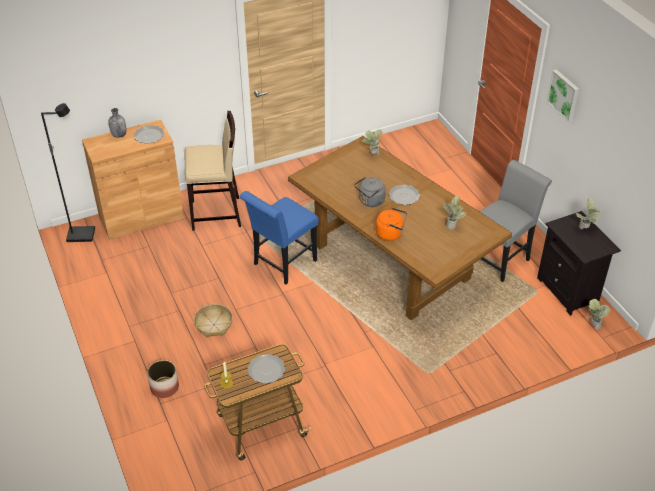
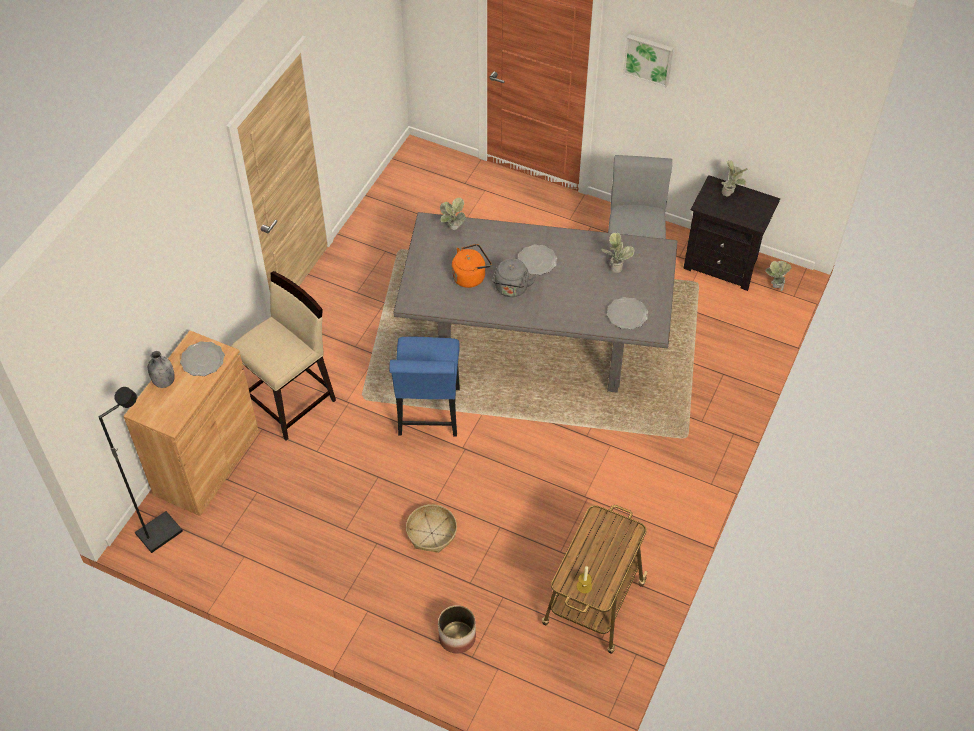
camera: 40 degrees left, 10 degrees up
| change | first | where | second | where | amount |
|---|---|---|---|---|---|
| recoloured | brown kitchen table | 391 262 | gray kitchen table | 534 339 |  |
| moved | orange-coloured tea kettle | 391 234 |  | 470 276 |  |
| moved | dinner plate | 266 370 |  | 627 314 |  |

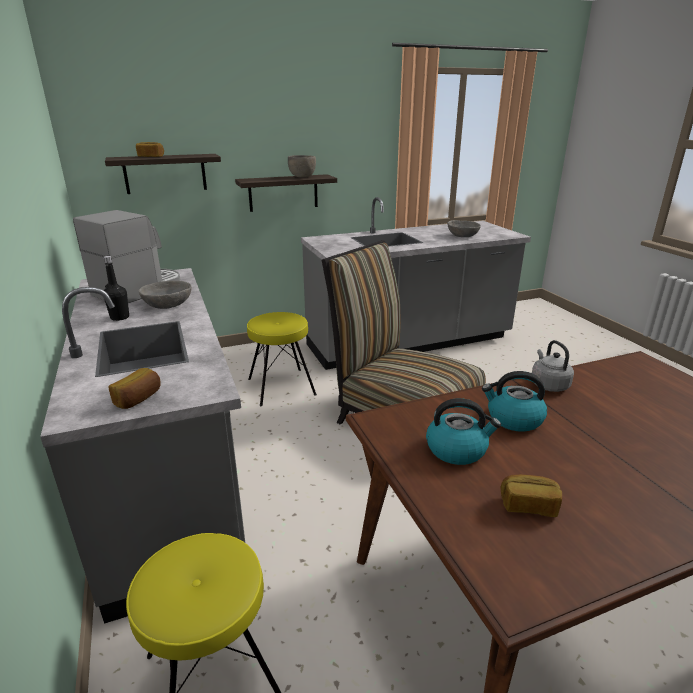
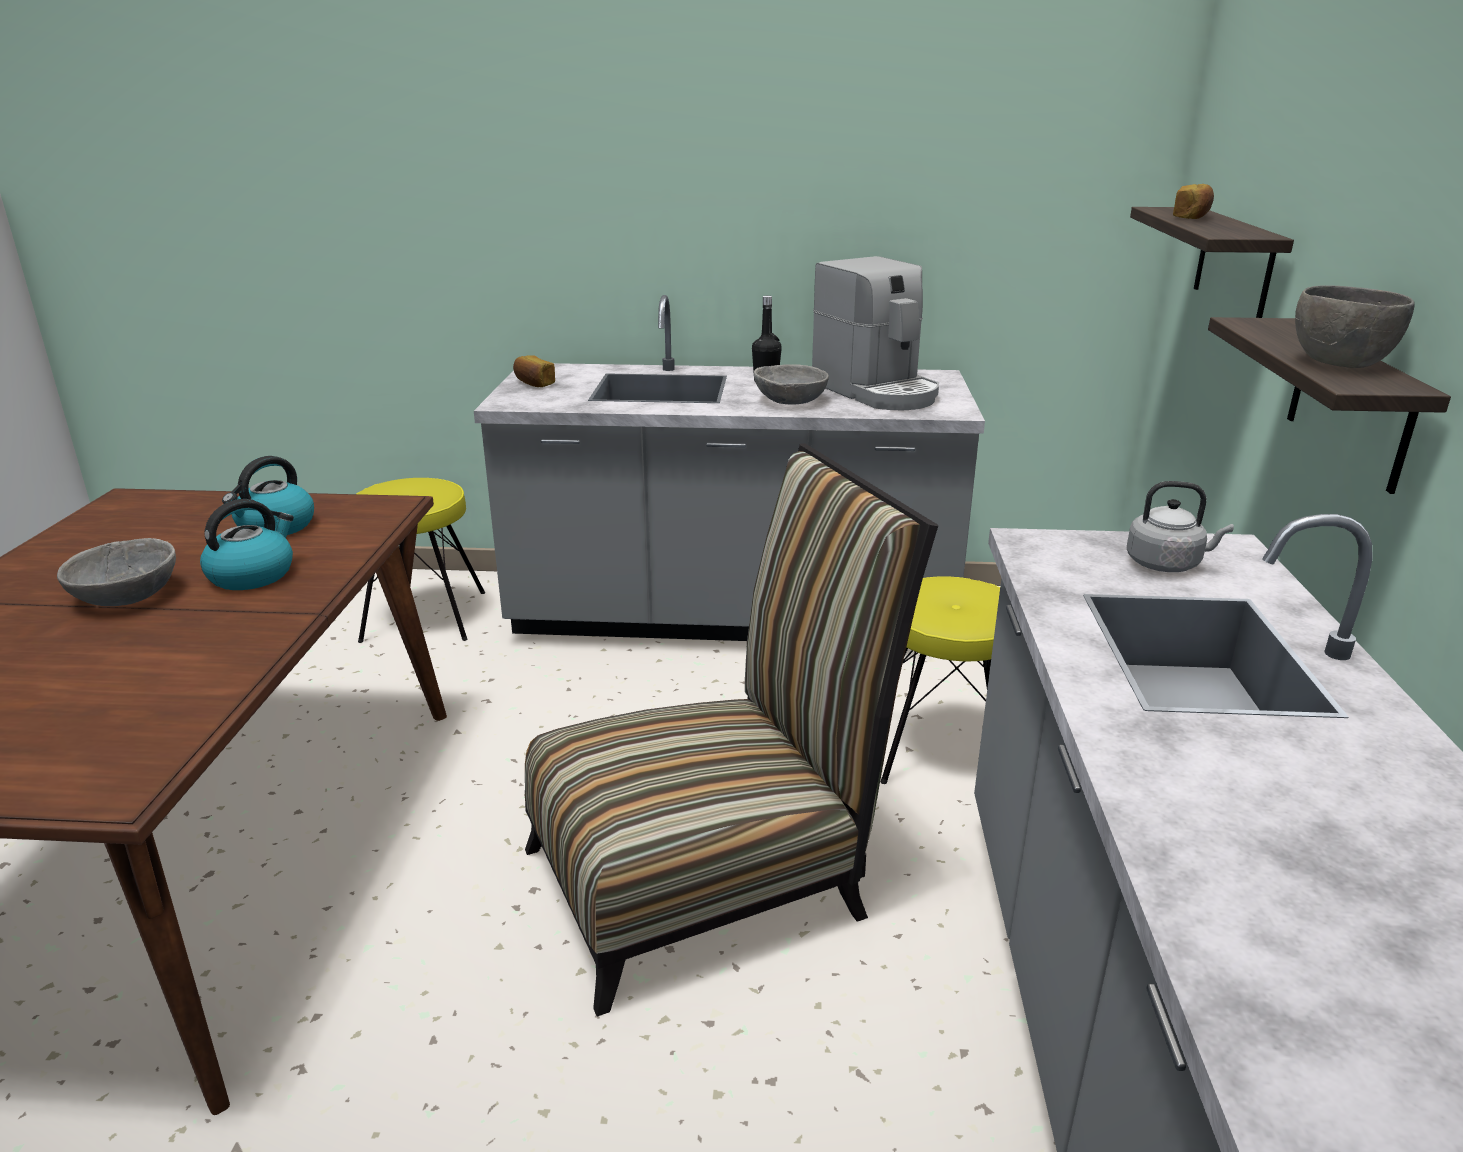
camera: 115 degrees right, 0 degrees up
| change | first | where | second | where | amount |
|---|---|---|---|---|---|
| moved | gray serving bowl | 462 236 |  | 127 595 |  |
| moved | gray tea kettle | 548 384 |  | 1167 564 |  |
| removed | bread | 528 505 |  |  |  |

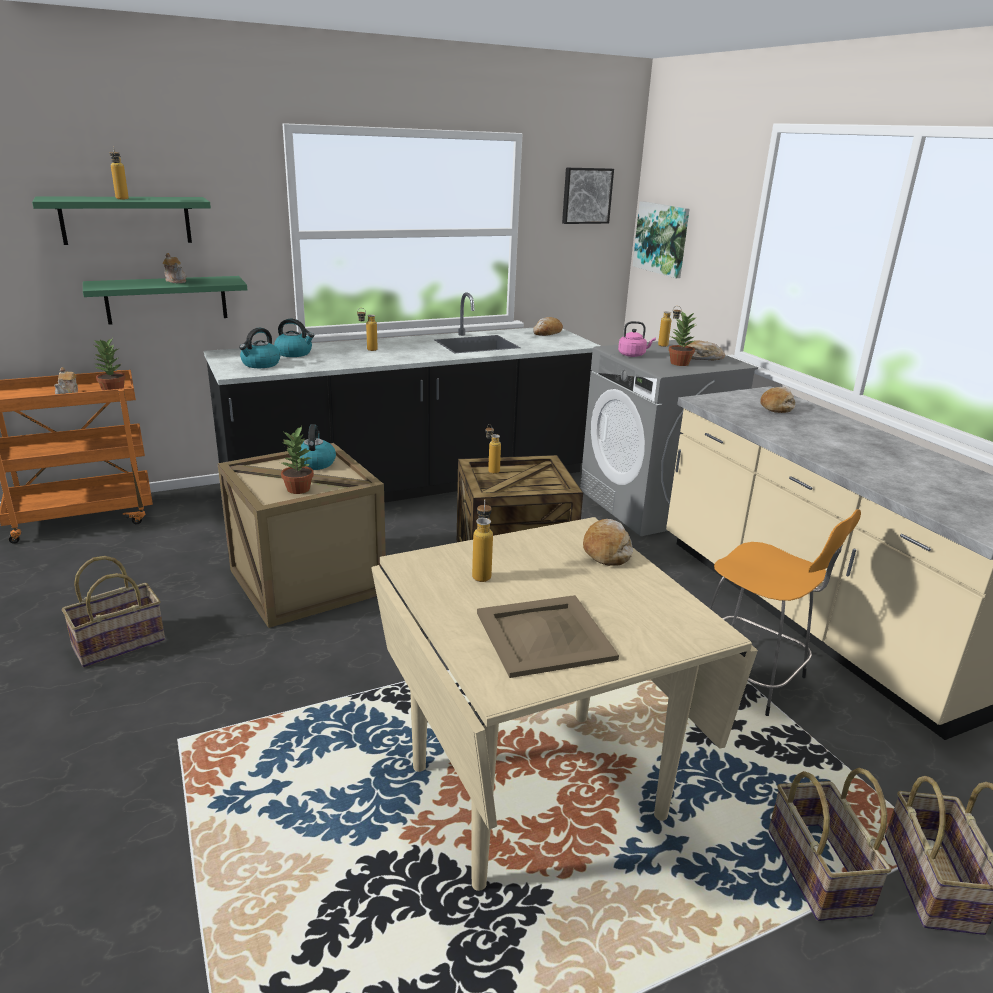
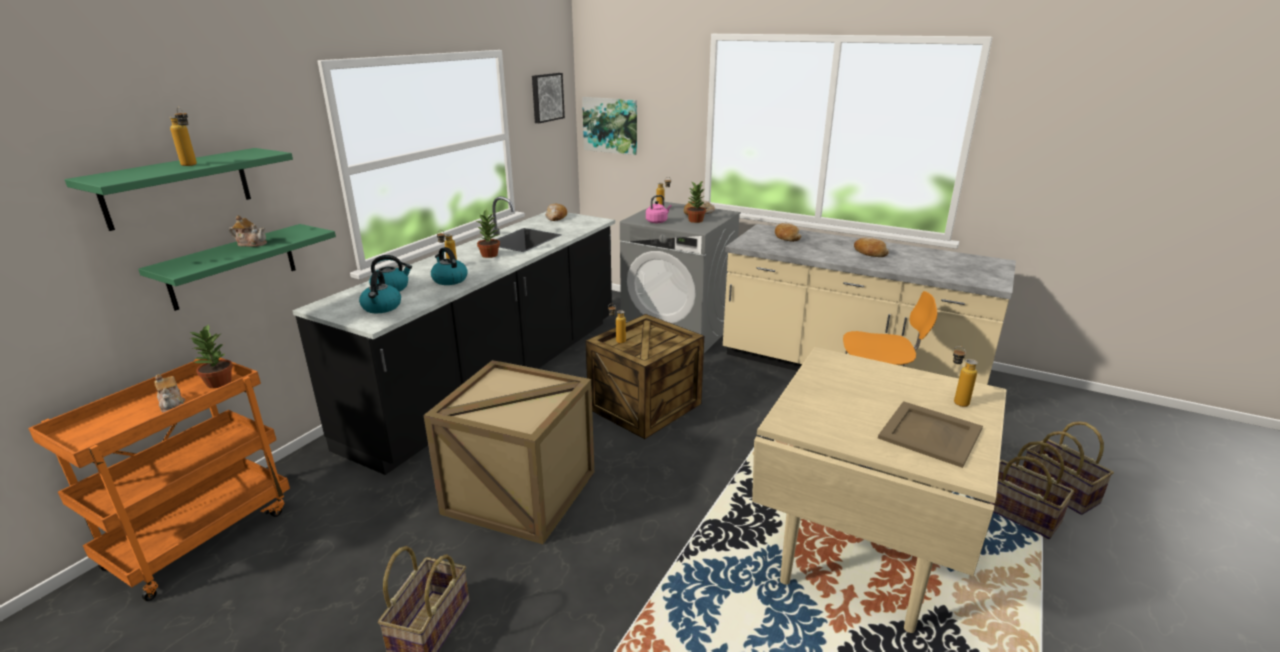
camera: 35 degrees left, 0 degrees up
| change | first | where | second | where | amount |
|---|---|---|---|---|---|
| moved | tea kettle | 314 463 |  | 449 280 |  |
| moved | houseplant | 299 489 |  | 490 255 |  |
| moved | beverage bottle | 481 573 |  | 955 401 |  |
| moved | bread | 606 550 |  | 869 253 |  |

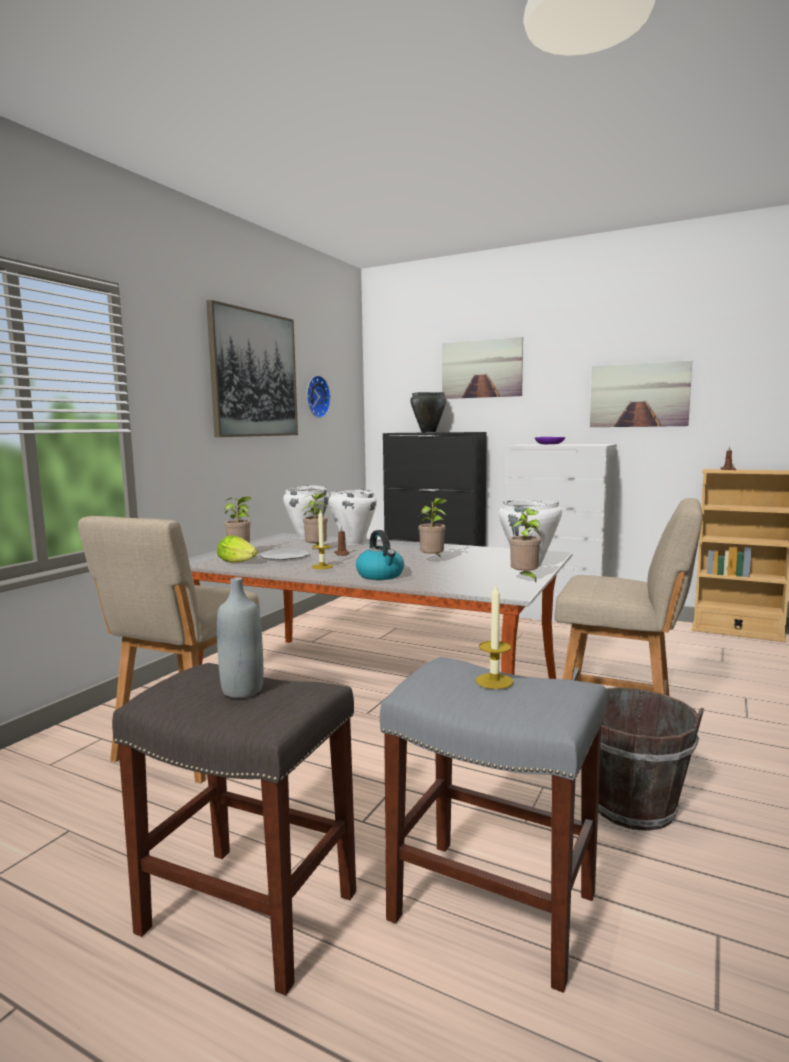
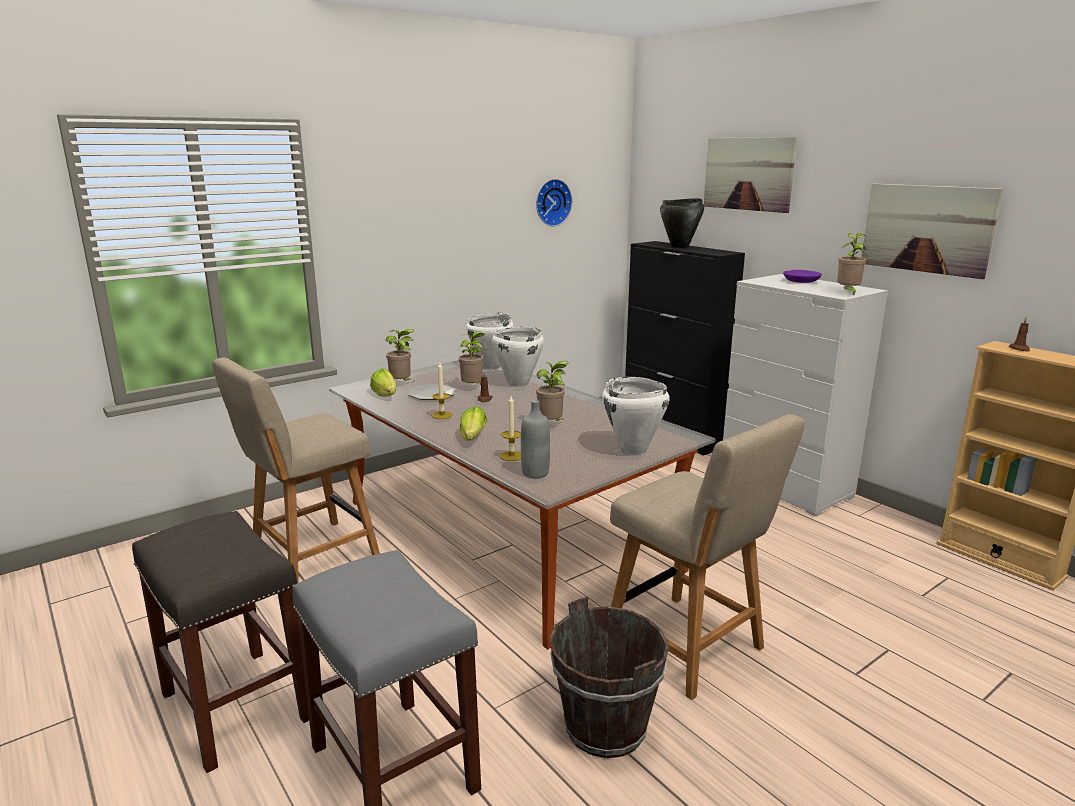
camera: 25 degrees right, 10 degrees up
| change | first | where | second | where | amount |
|---|---|---|---|---|---|
| removed | wall art | 254 374 |  |  |  |
| moved | houseplant | 525 579 |  | 848 293 |  |
| replaced | tea kettle | 381 575 | lettuce | 472 438 |  |
| moved | gray beverage bottle | 242 690 |  | 535 473 |  |
| moved | wax candle | 494 681 |  | 511 456 |  |

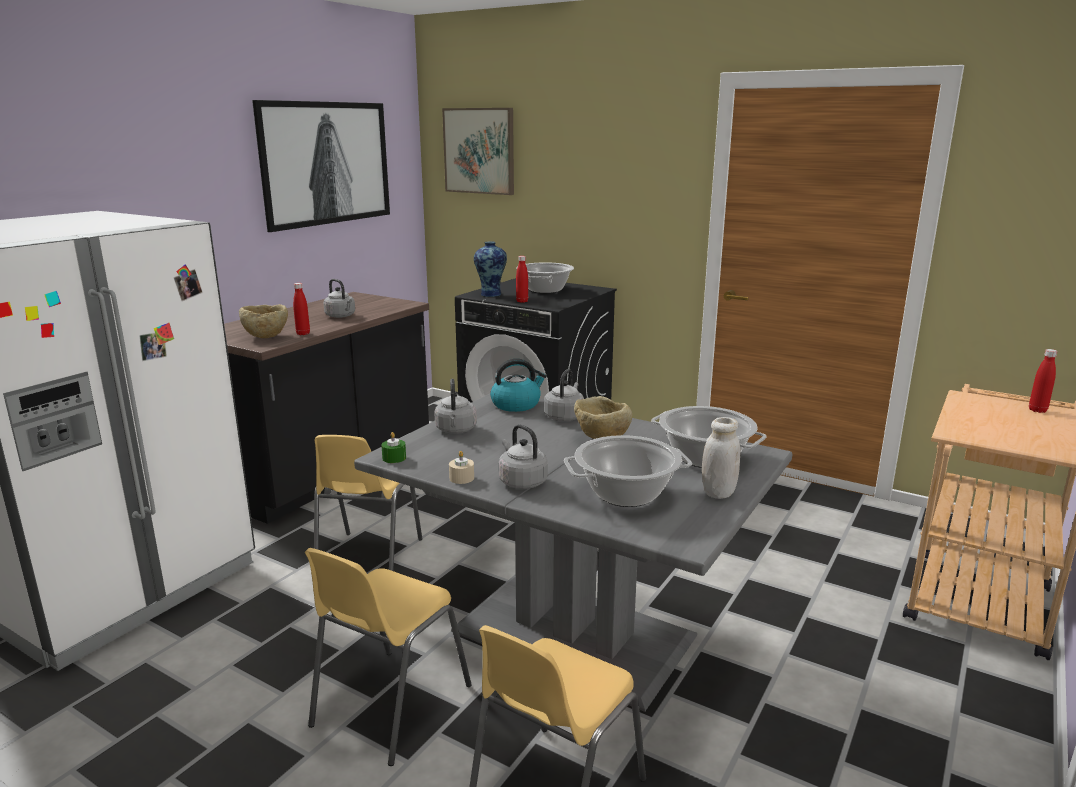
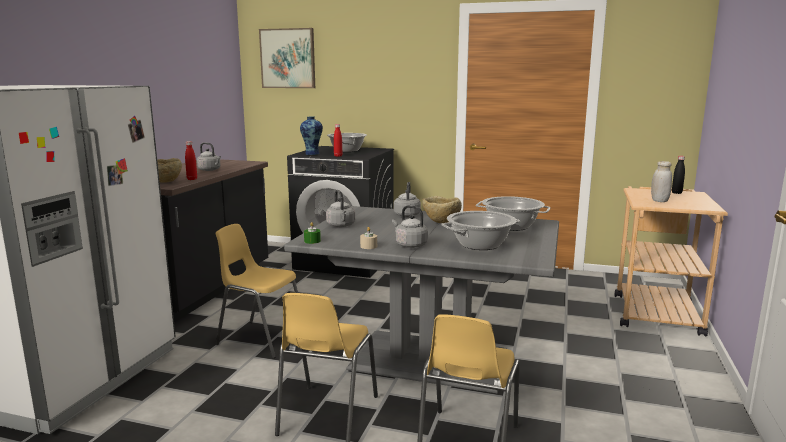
camera: 15 degrees left, 5 degrees down
| change | first | where | second | where | amount |
|---|---|---|---|---|---|
| removed | wall art | 325 163 |  |  |  |
| recoloured | reddish beverage bottle | 1037 410 | blackish beverage bottle | 676 193 |  |
| removed | tea kettle | 516 404 |  |  |  |
| moved | white jar | 718 492 |  | 659 201 |  |
| turned | yellow-coloured upright chair | 368 560 |  | 261 338 | 120 degrees clockwise |

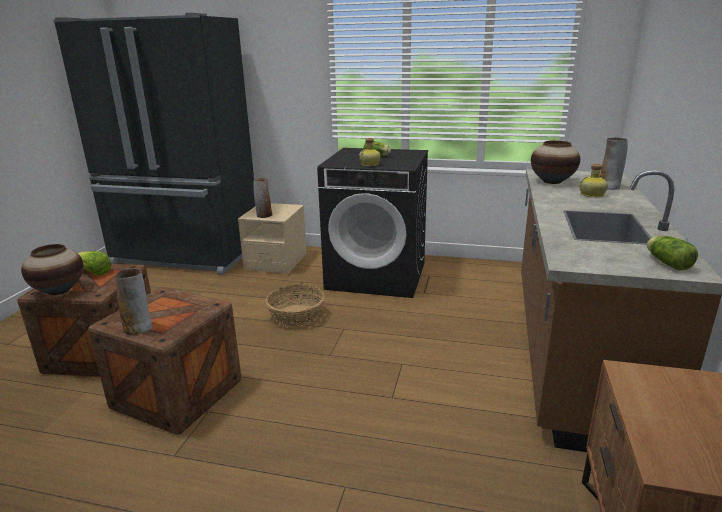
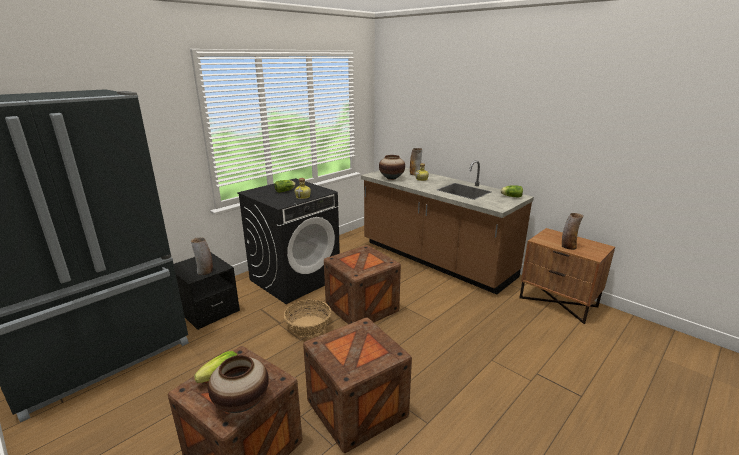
camera: 60 degrees left, 0 degrees up
| change | first | where | second | where | amount |
|---|---|---|---|---|---|
| recoloured | sand-coloured nightstand | 276 262 | blackish nightstand | 207 310 |  |
| moved | vase | 138 328 |  | 568 246 |  |
| added |  |  | shipping crate | 362 308 |  |

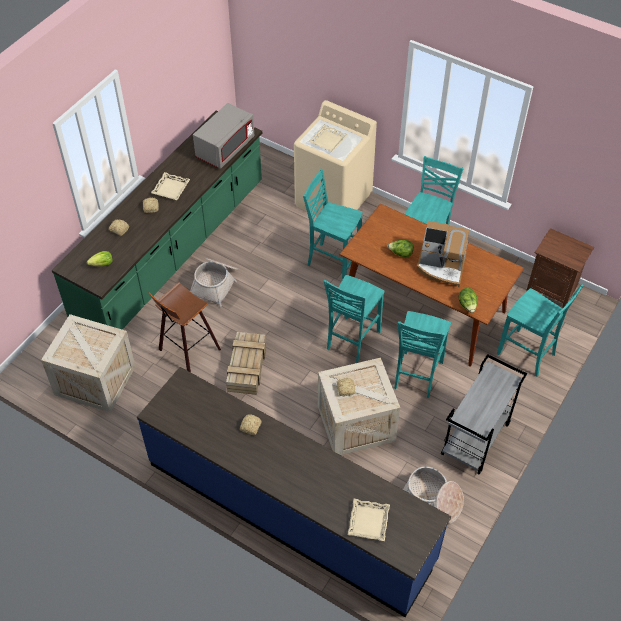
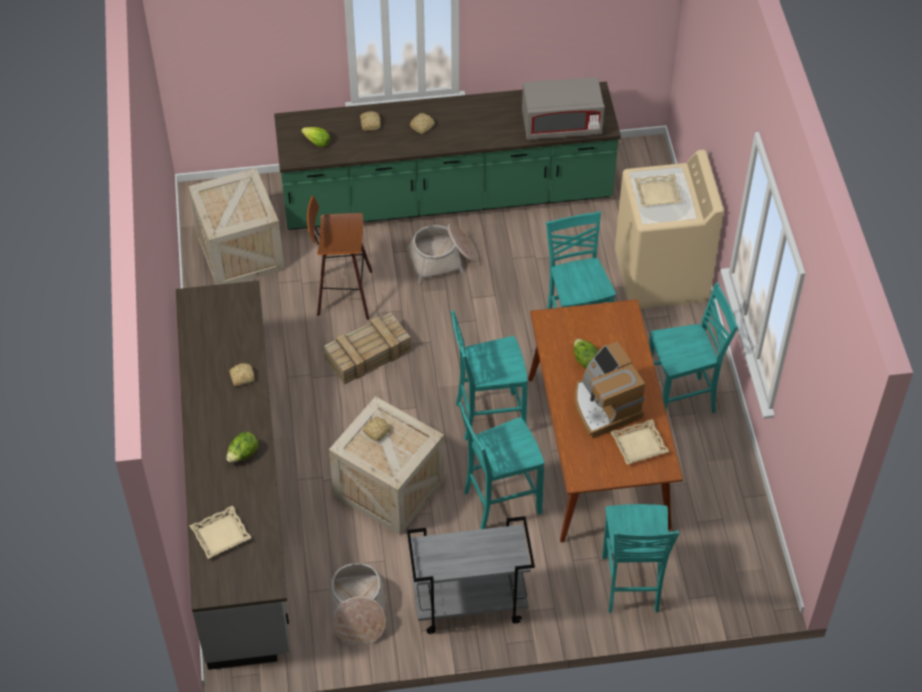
camera: 50 degrees right, 0 degrees up
| change | first | where | second | where | amount |
|---|---|---|---|---|---|
| moved | sand-coloured tray | 170 188 |  | 639 444 |  |
| removed | brown nightstand | 552 288 |  |  |  |
| moved | lettuce | 467 305 |  | 243 454 |  |
| recoloured | blue-coloured kitchen counter | 290 511 | gray kitchen counter | 239 500 |  |

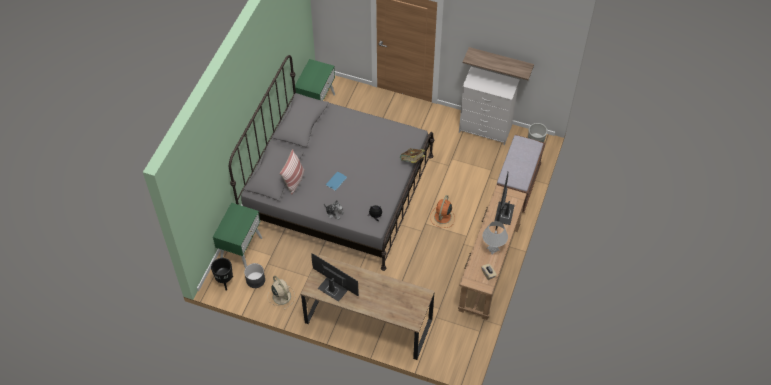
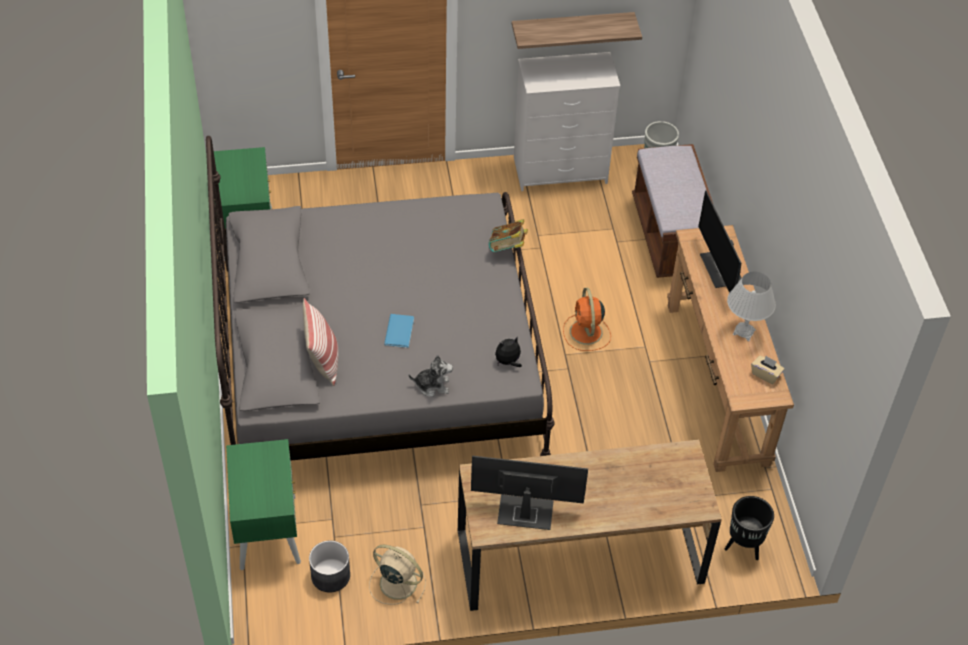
camera: 30 degrees left, 5 degrees down
| change | first | where | second | where | amount |
|---|---|---|---|---|---|
| moved | blackish planter | 225 282 |  | 744 546 |  |

